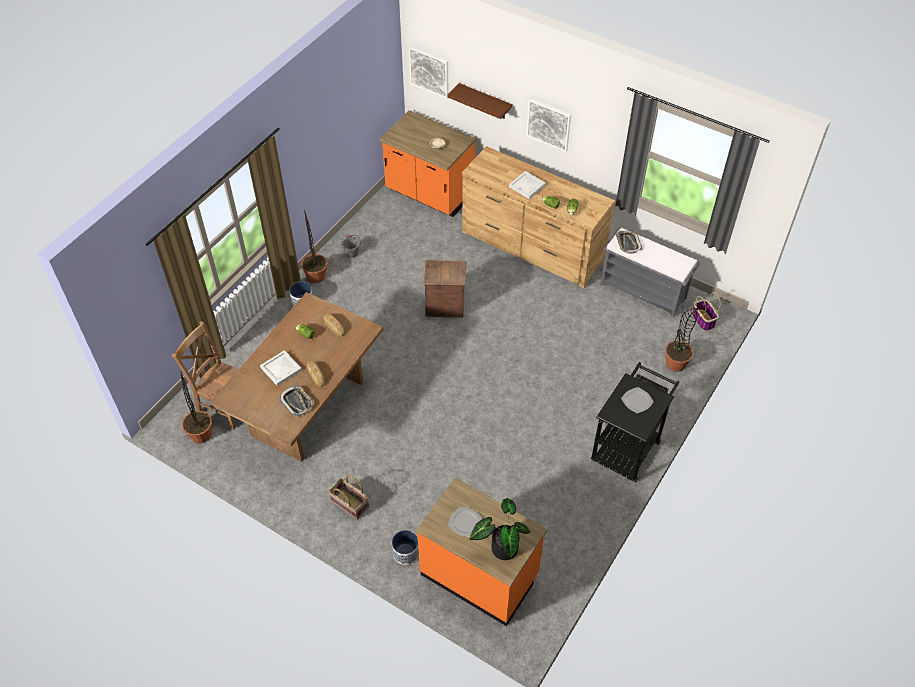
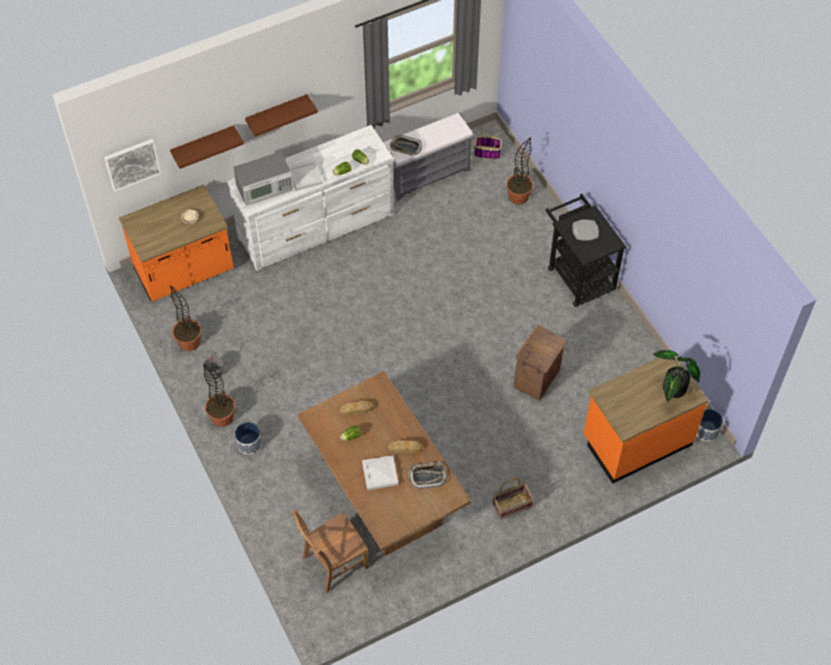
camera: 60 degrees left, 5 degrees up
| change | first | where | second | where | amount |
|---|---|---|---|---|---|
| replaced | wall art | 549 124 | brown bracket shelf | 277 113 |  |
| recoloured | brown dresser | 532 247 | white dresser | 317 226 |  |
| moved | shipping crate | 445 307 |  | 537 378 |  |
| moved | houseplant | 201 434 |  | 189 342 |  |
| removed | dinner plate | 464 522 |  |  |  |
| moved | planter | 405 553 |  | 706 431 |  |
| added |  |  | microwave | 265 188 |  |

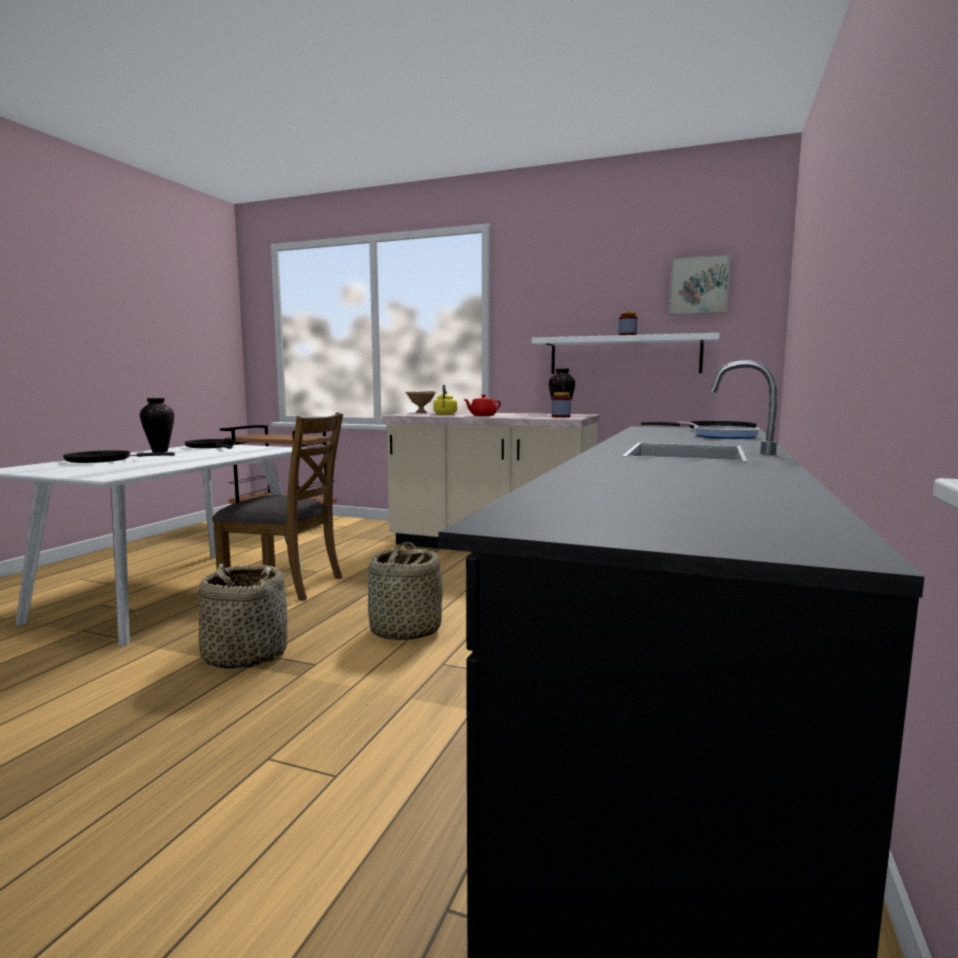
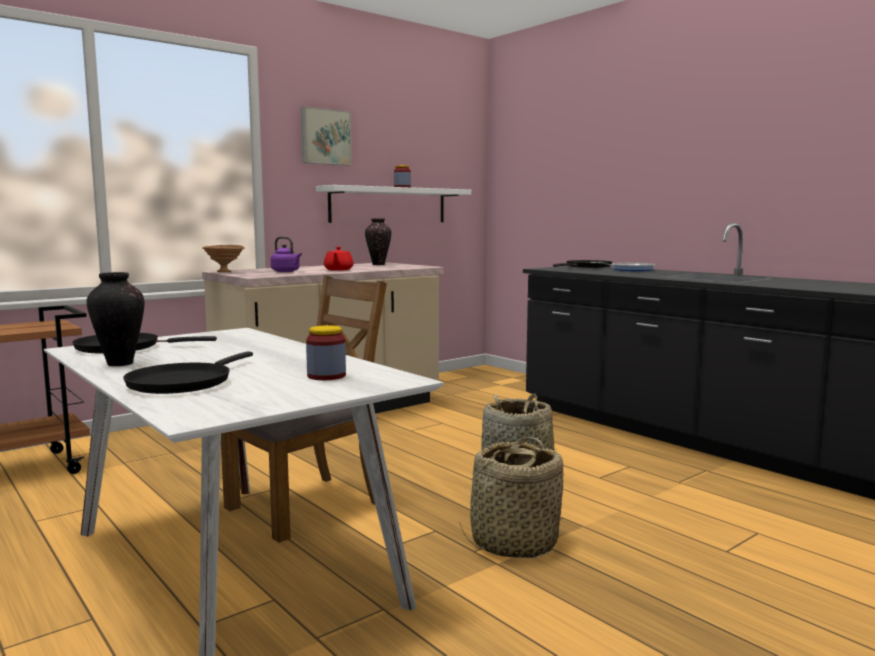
camera: 60 degrees left, 0 degrees up
| change | first | where | second | where | amount |
|---|---|---|---|---|---|
| moved | wall art | 699 285 |  | 325 137 |  |
| recoloured | yellow-coloured tea kettle | 445 414 | purple tea kettle | 286 271 |  |
| moved | jar | 561 417 |  | 326 376 |  |

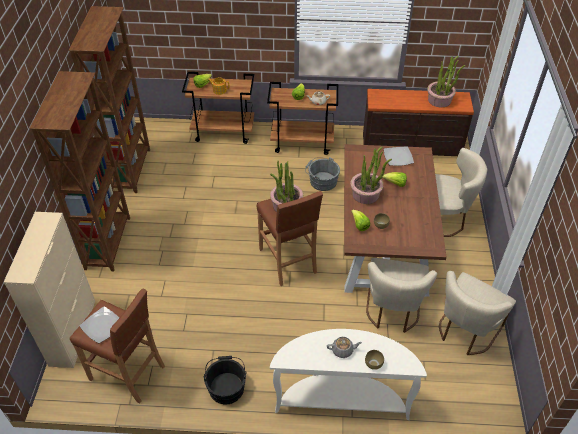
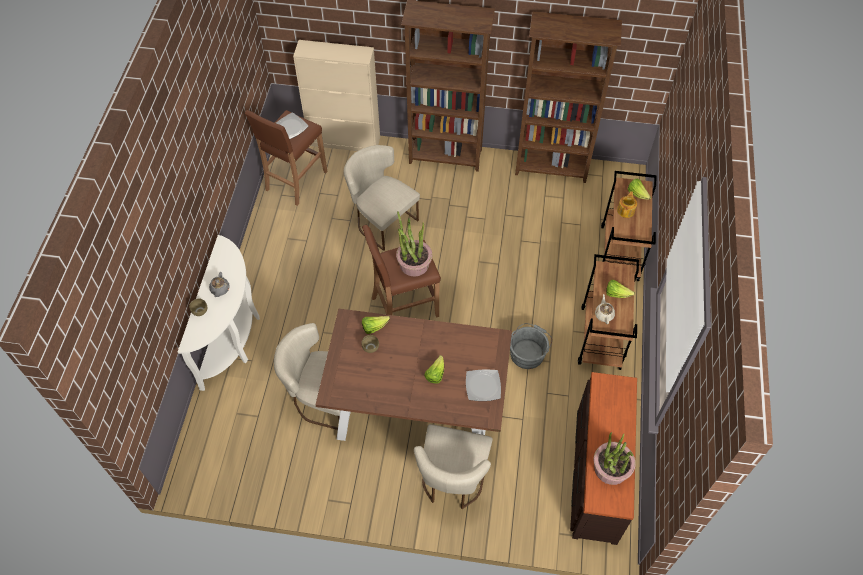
camera: 95 degrees right, 10 degrees up
| change | first | where | second | where | amount |
|---|---|---|---|---|---|
| removed | houseplant | 366 194 |  |  |  |
| moved | sand-coloured upright chair | 465 332 |  | 381 220 |  |
| removed | blackish water bucket | 226 386 |  |  |  |

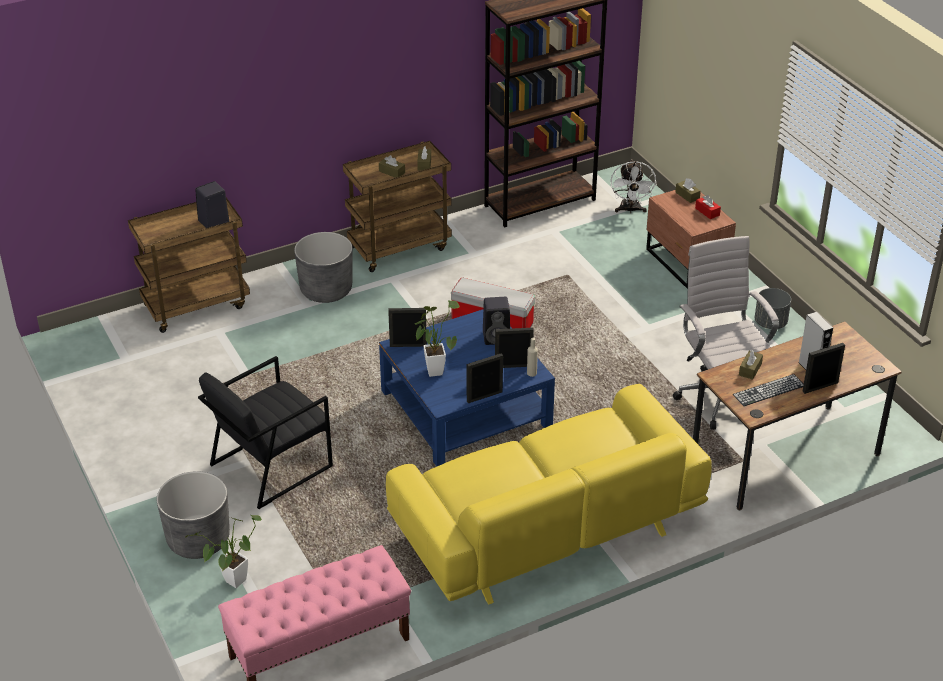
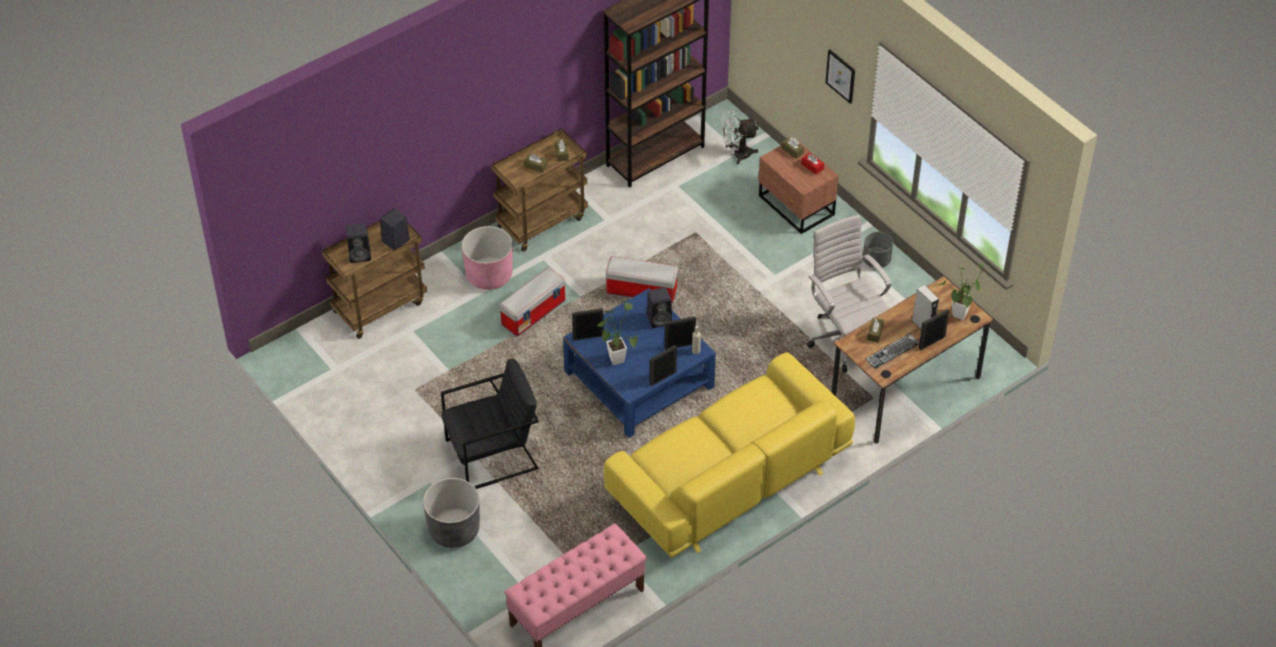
camera: 10 degrees left, 10 degrees up
| change | first | where | second | where | amount |
|---|---|---|---|---|---|
| turned | white fan | 630 210 |  | 737 154 | 90 degrees clockwise |
| recoloured | gray planter | 326 290 | pinkish planter | 489 275 |  |
| turned | blackish easy chair | 270 465 |  | 492 455 | 150 degrees counterclockwise |
| moved | houseplant | 232 583 |  | 958 317 |  |
| added |  |  | wall art | 841 76 |  |
| added |  |  | blackish speaker | 360 255 |  |
| added |  |  | storage container | 533 312 |  |

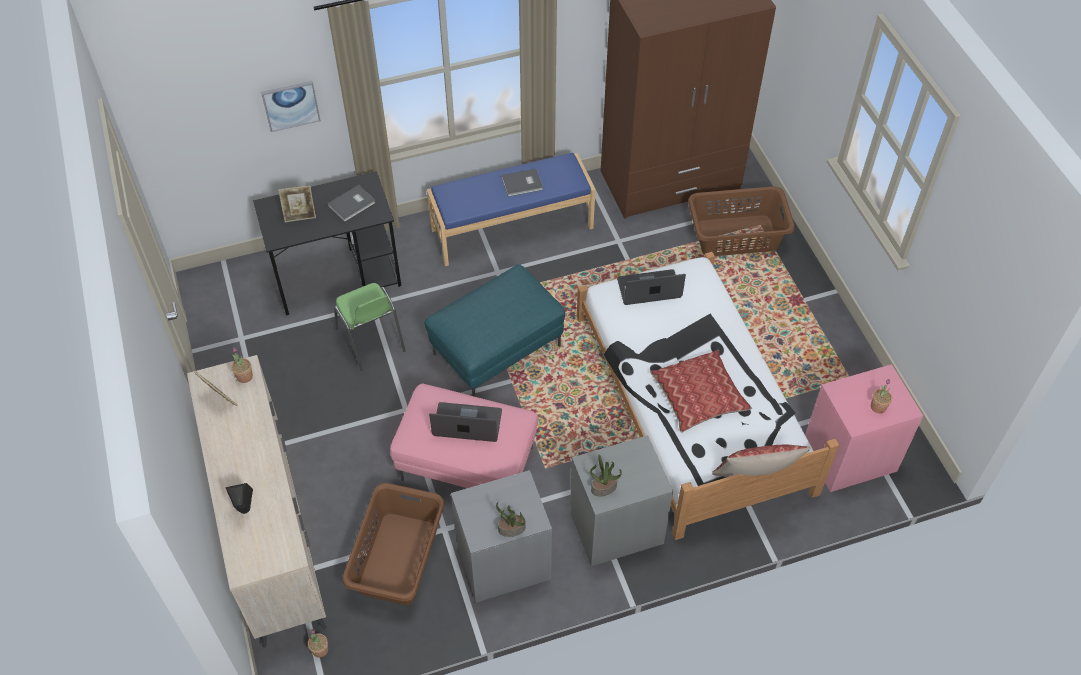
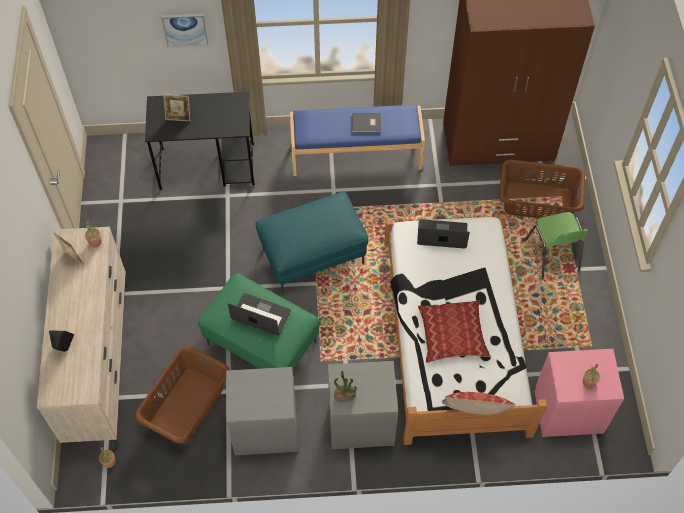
camera: 15 degrees right, 5 degrees up
| change | first | where | second | where | amount |
|---|---|---|---|---|---|
| removed | gray bound book | 353 204 |  |  |  |
| moved | green-coloured upright chair | 371 340 |  | 552 256 |  |
| recoloured | pinkish footrest | 466 464 | green-coloured footrest | 261 343 |  |
| removed | houseplant | 511 529 |  |  |  |

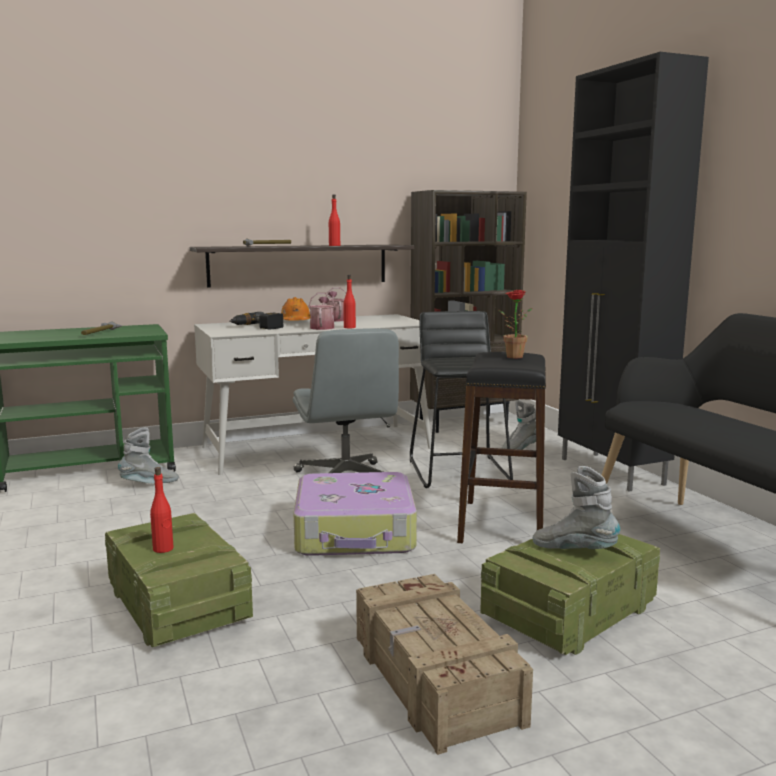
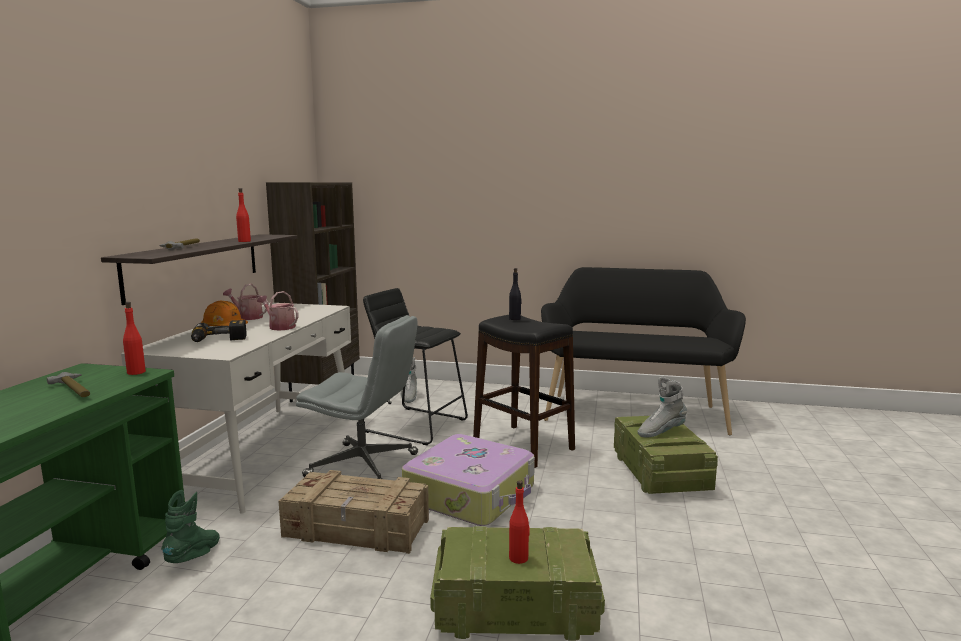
camera: 55 degrees left, 0 degrees up
| change | first | where | second | where | amount |
|---|---|---|---|---|---|
| removed | blackish cabinet | 611 472 |  |  |  |
| moved | reddish beverage bottle | 349 327 |  | 136 372 |  |
| replaced | houseplant | 511 356 | blackish beverage bottle | 515 319 |  |
| recoloured | gray tall boot | 149 484 | green-coloured tall boot | 195 556 |  |
| moved | shipping crate | 434 680 |  | 357 529 |  |

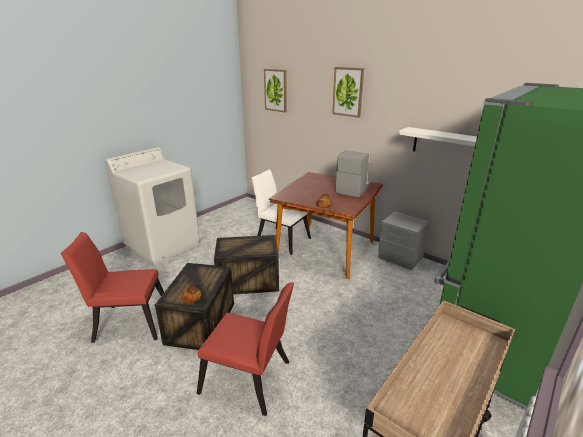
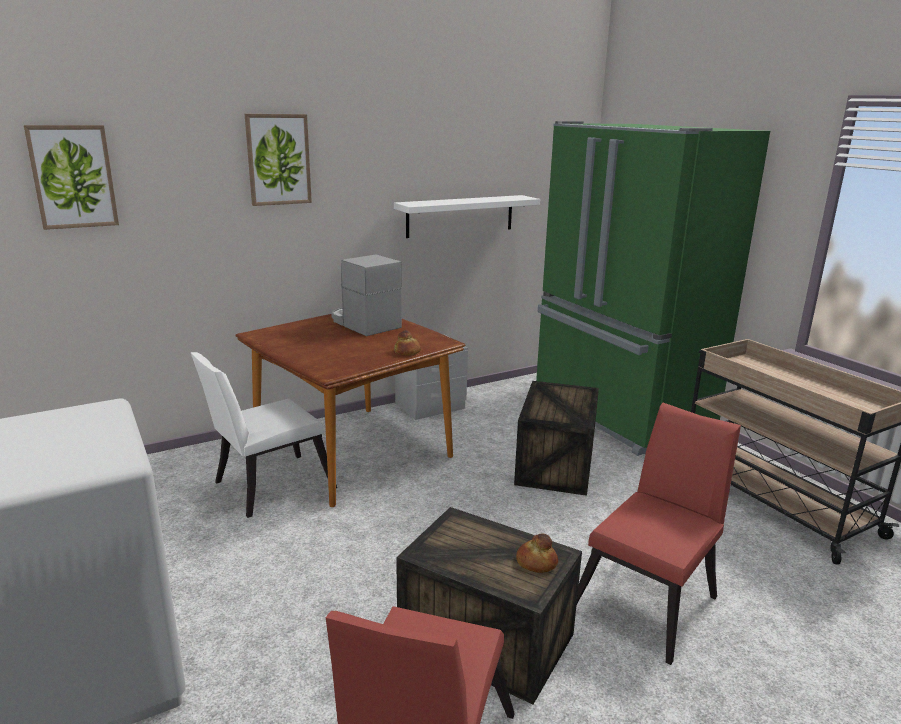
camera: 70 degrees left, 5 degrees down
| change | first | where | second | where | amount |
|---|---|---|---|---|---|
| moved | shipping crate | 249 280 |  | 555 464 |  |

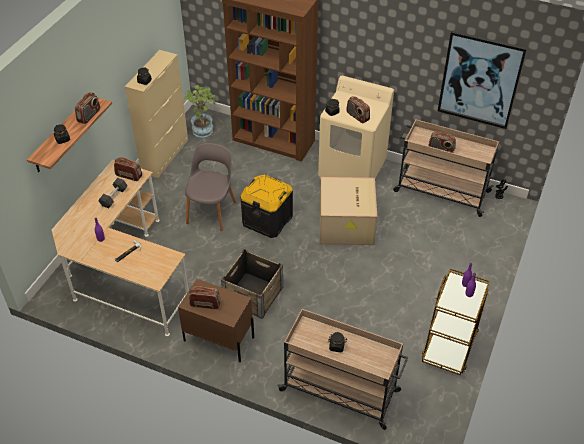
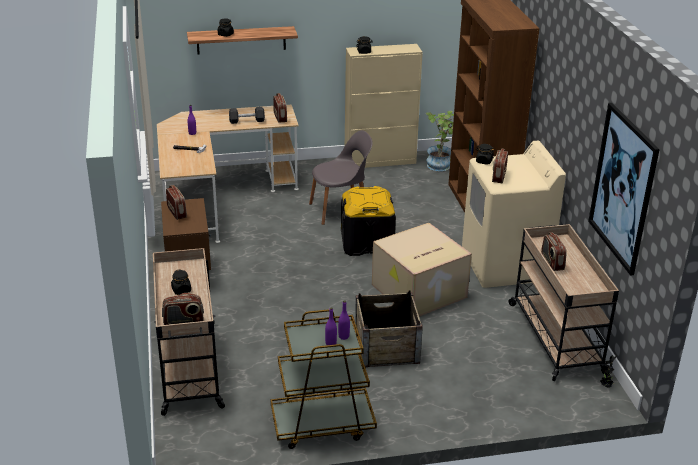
camera: 55 degrees right, 15 degrees down
| change | first | where | second | where | amount |
|---|---|---|---|---|---|
| moved | radio | 89 116 |  | 183 322 |  |
| moved | shipping crate | 253 295 |  | 386 347 |  |

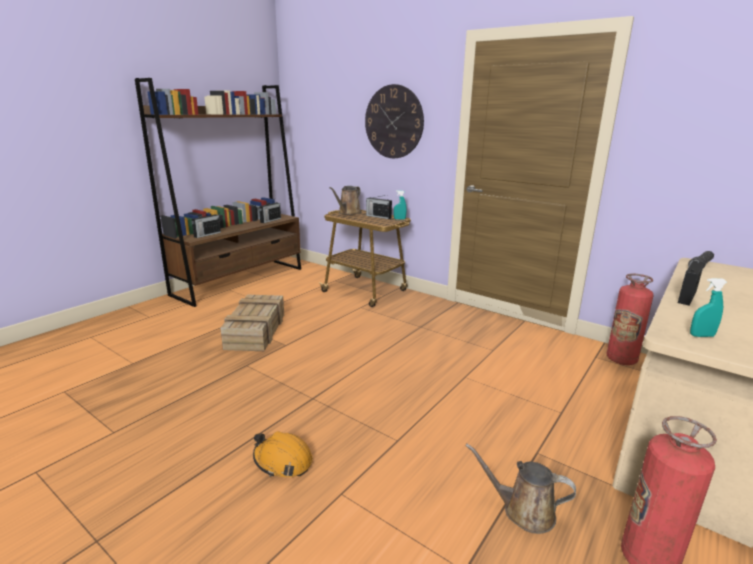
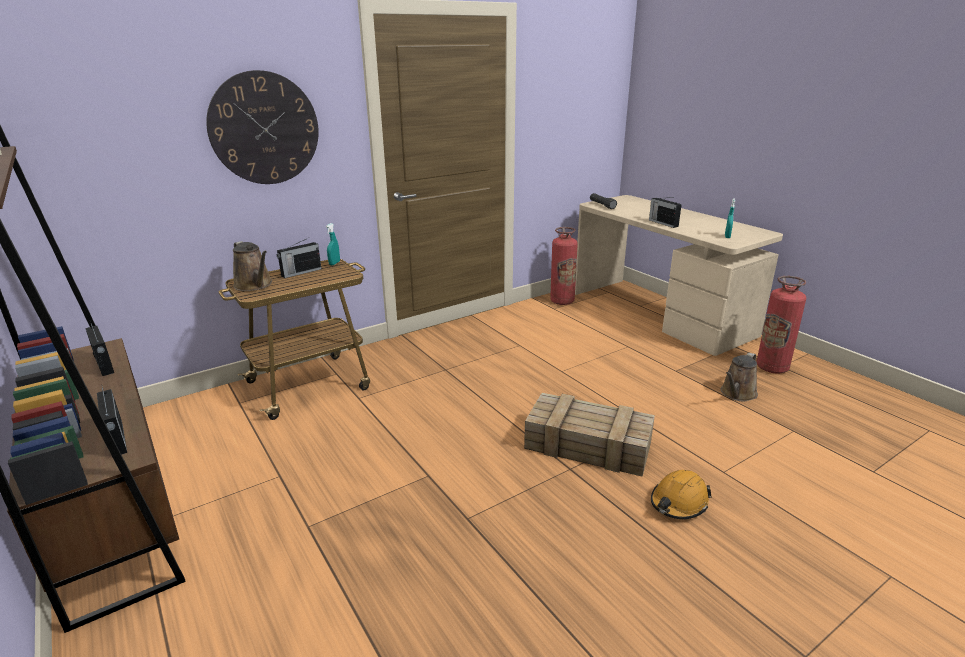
camera: 70 degrees left, 5 degrees up
| change | first | where | second | where | amount |
|---|---|---|---|---|---|
| moved | shipping crate | 256 331 |  | 590 445 |  |

